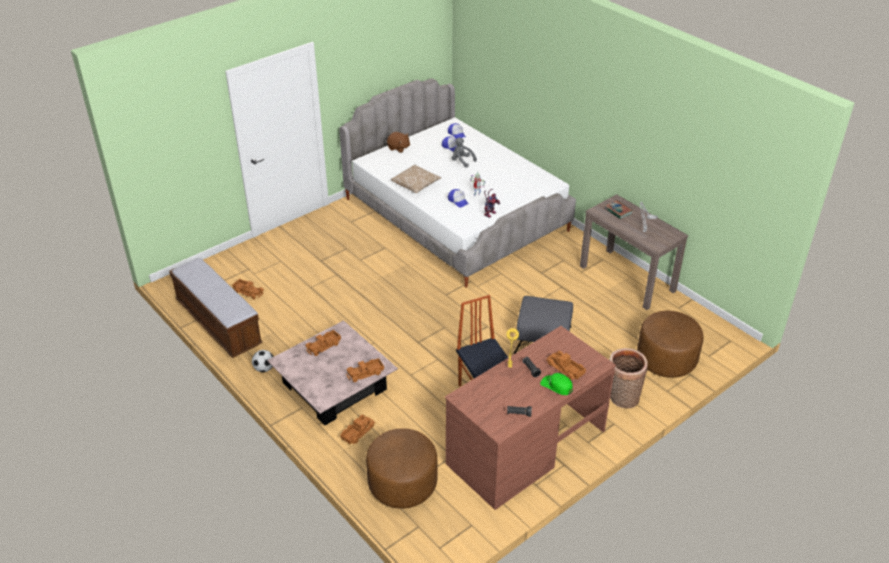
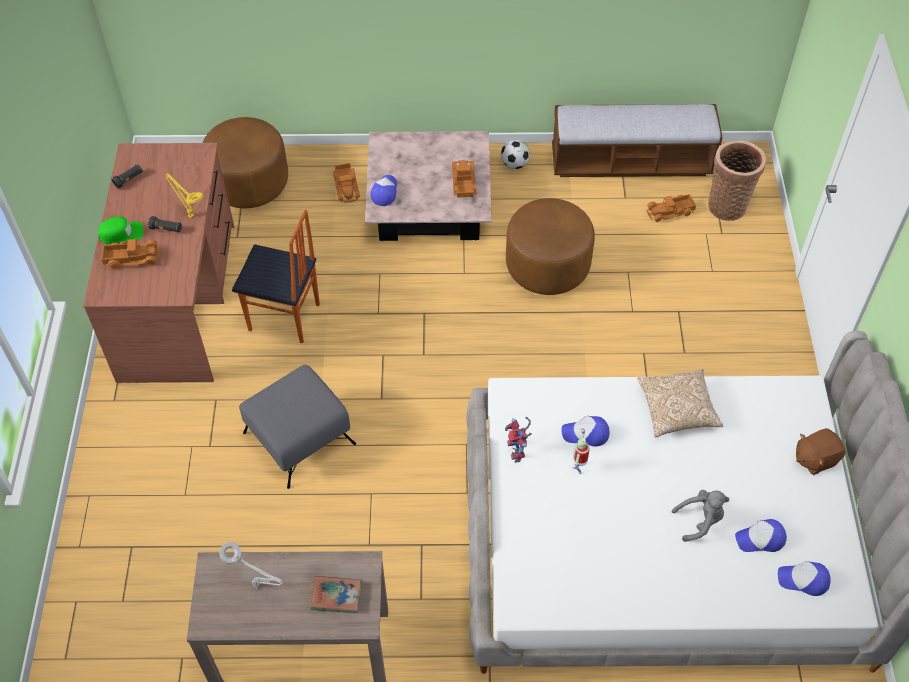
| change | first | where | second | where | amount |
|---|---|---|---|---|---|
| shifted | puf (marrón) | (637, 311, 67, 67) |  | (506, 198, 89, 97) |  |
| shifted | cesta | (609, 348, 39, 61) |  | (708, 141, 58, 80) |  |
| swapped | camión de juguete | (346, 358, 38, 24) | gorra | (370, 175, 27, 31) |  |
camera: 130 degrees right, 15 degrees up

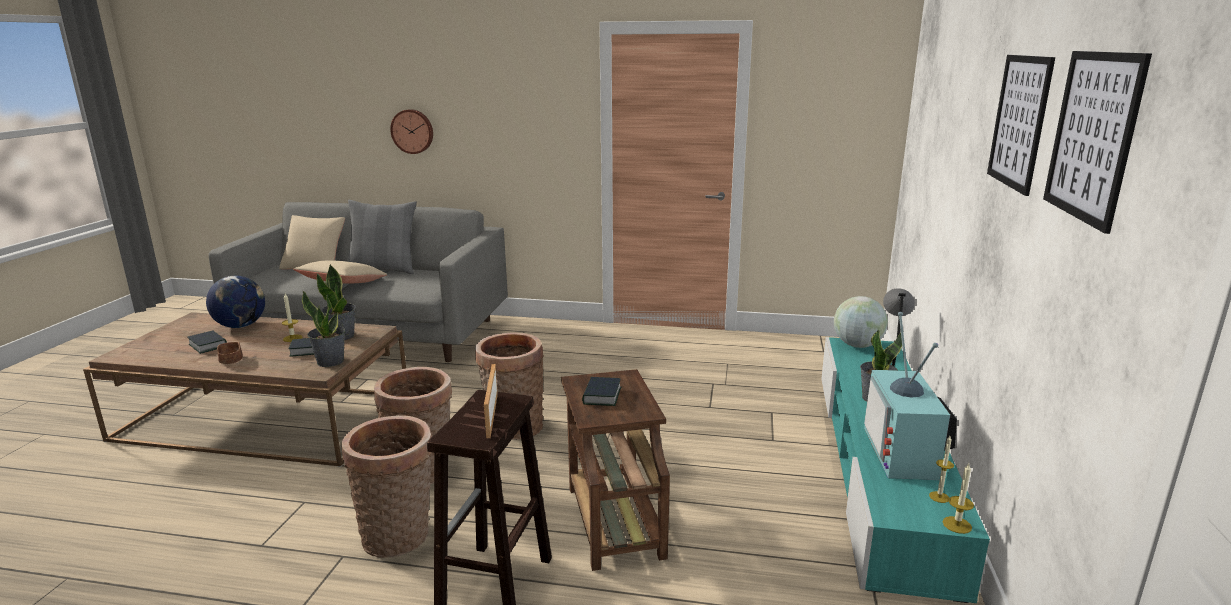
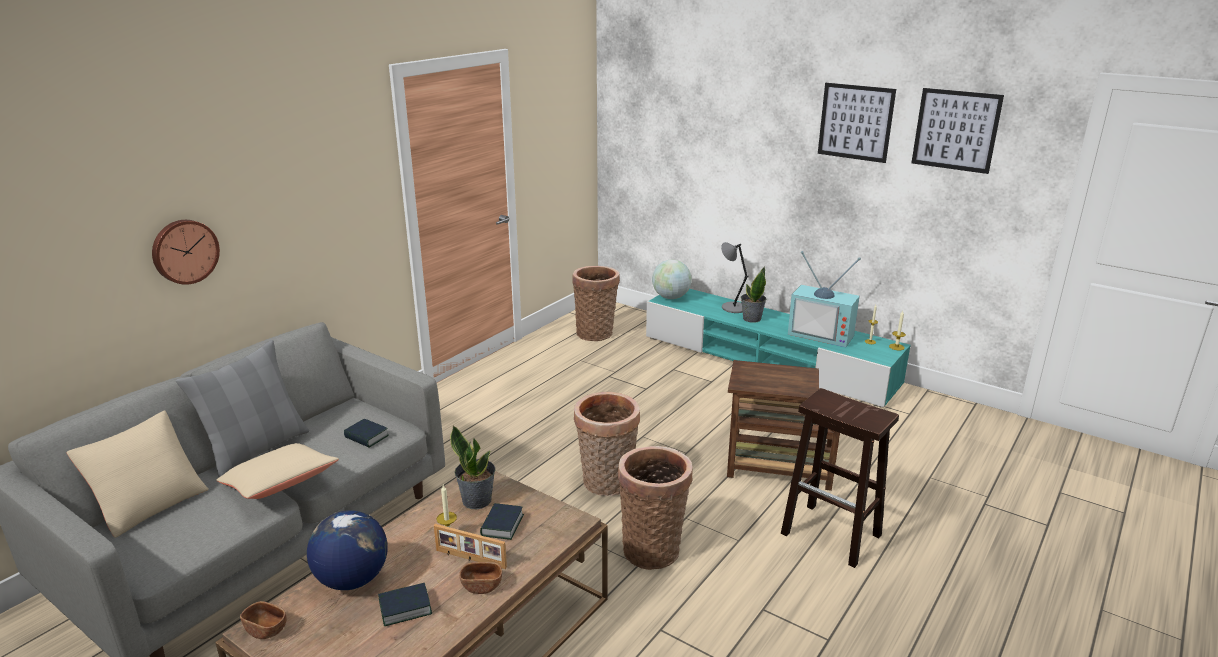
| change | first | where | second | where | amount |
|---|---|---|---|---|---|
| gone | planta en maceta | (302, 291, 43, 76) |  |  |  |
| shifted | portarretratos | (484, 364, 14, 74) |  | (434, 524, 73, 45) |  |
| shifted | libro | (582, 377, 39, 29) |  | (344, 419, 45, 29) |  |
| shifted | cesta | (342, 415, 90, 143) |  | (572, 266, 48, 75) |  |
| new |  |  | cuenco (marrón) | (240, 601, 46, 38) |  |
camera: 65 degrees left, 5 degrees up

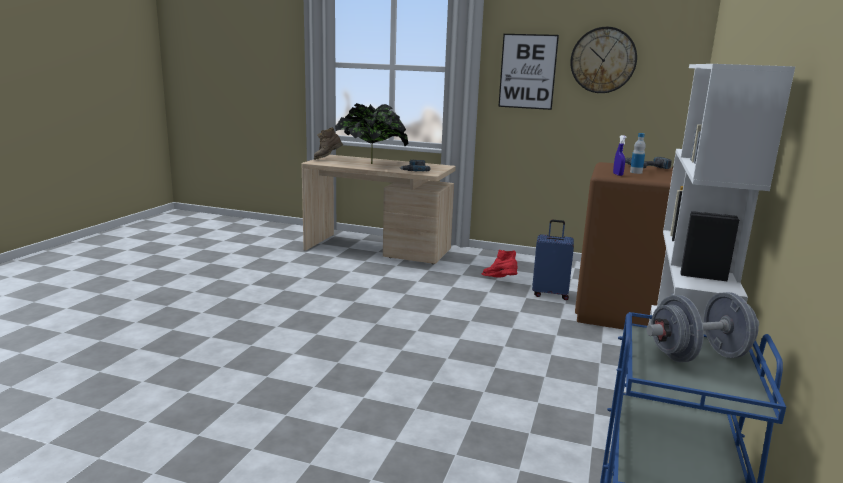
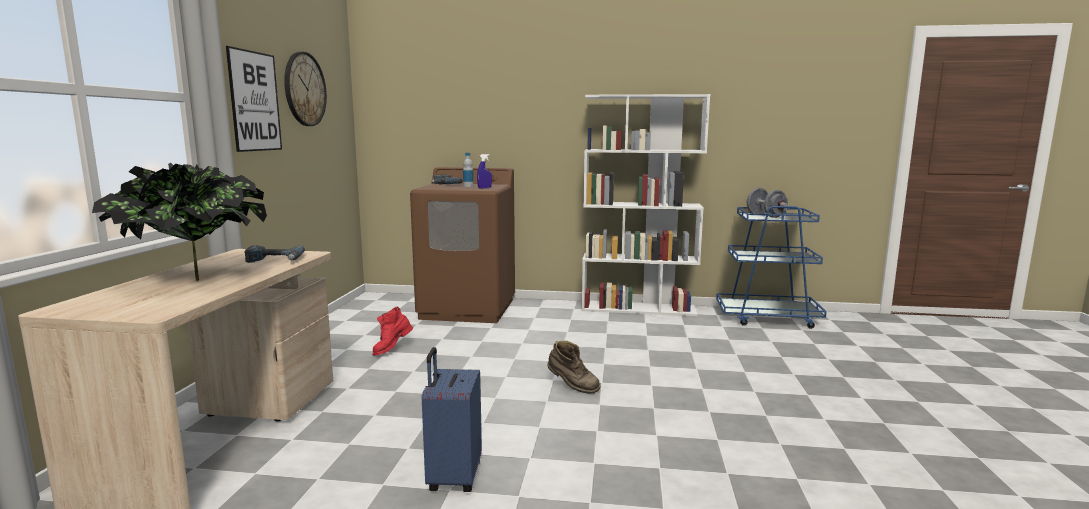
| change | first | where | second | where | amount |
|---|---|---|---|---|---|
| shifted | bota (marrón) | (314, 127, 29, 33) |  | (547, 341, 54, 53) |  |
| shifted | maleta (azul) | (532, 220, 42, 80) |  | (422, 347, 60, 145) |  |
camera: 100 degrees left, 5 degrees down

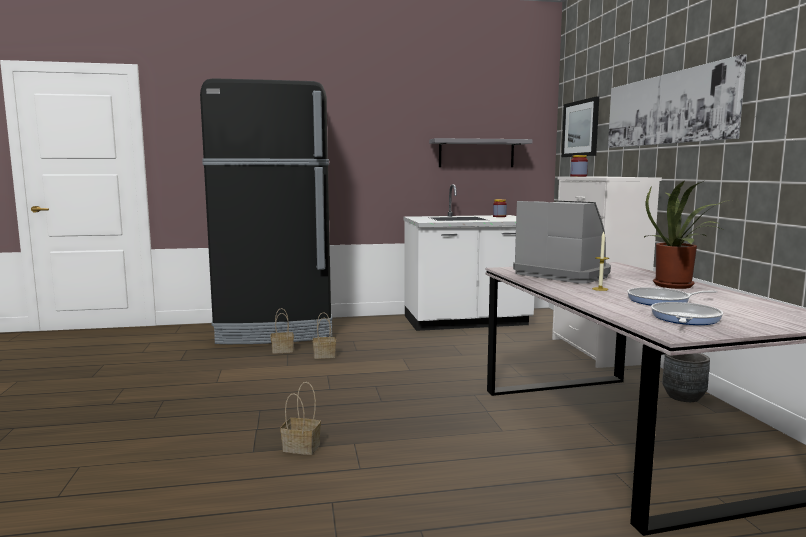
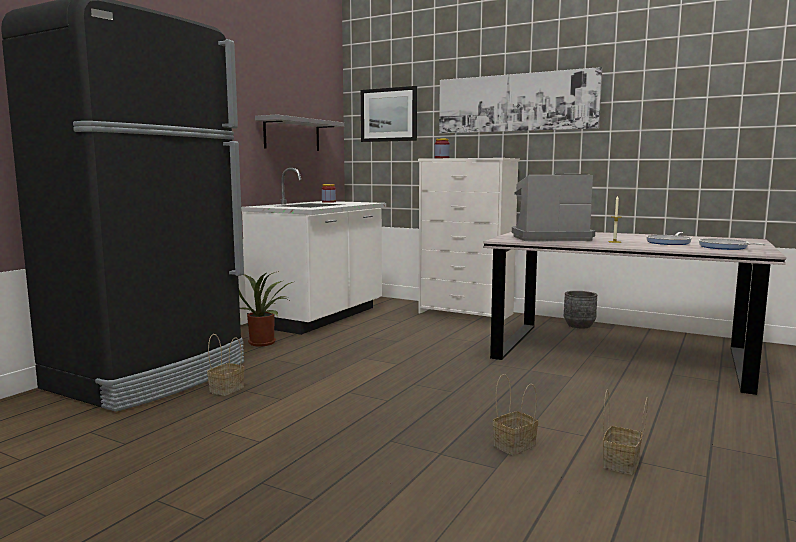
| change | first | where | second | where | amount |
|---|---|---|---|---|---|
| shifted | planta en maceta | (644, 181, 86, 108) |  | (239, 271, 54, 75) |  |
| shifted | cesta | (313, 312, 23, 47) |  | (603, 390, 45, 85) |  |
camera: 50 degrees left, 0 degrees up

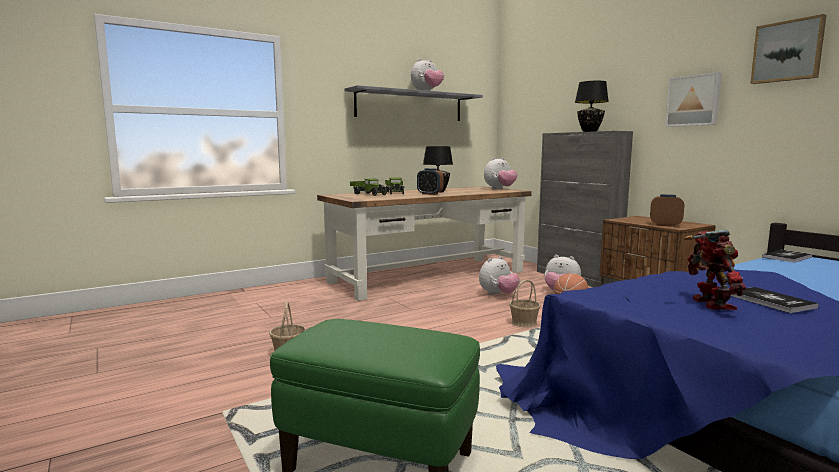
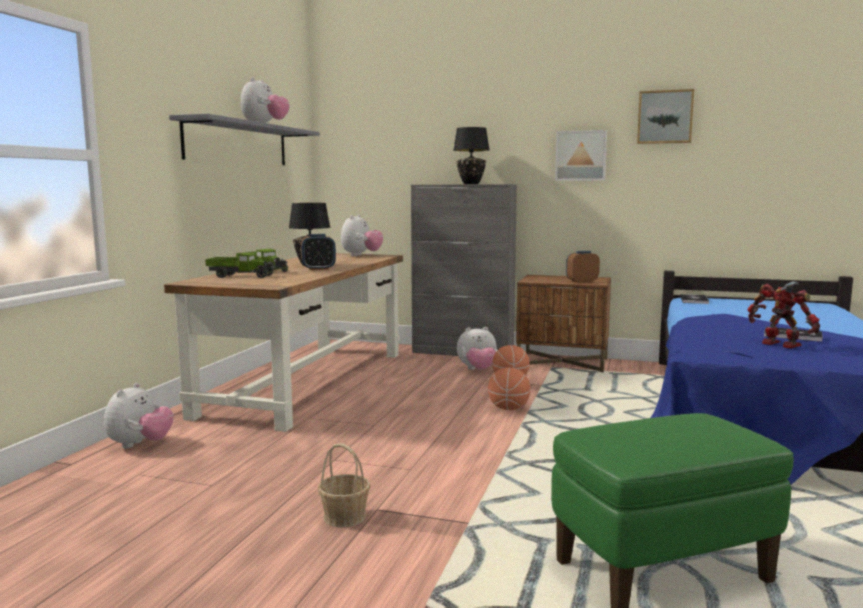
| change | first | where | second | where | amount |
|---|---|---|---|---|---|
| shifted | peluche | (479, 256, 41, 39) |  | (104, 383, 69, 66) |  |
| swapped | cesta | (509, 279, 32, 49) | balón de baloncesto | (488, 368, 42, 42) |  |
camera: 40 degrees left, 0 degrees up

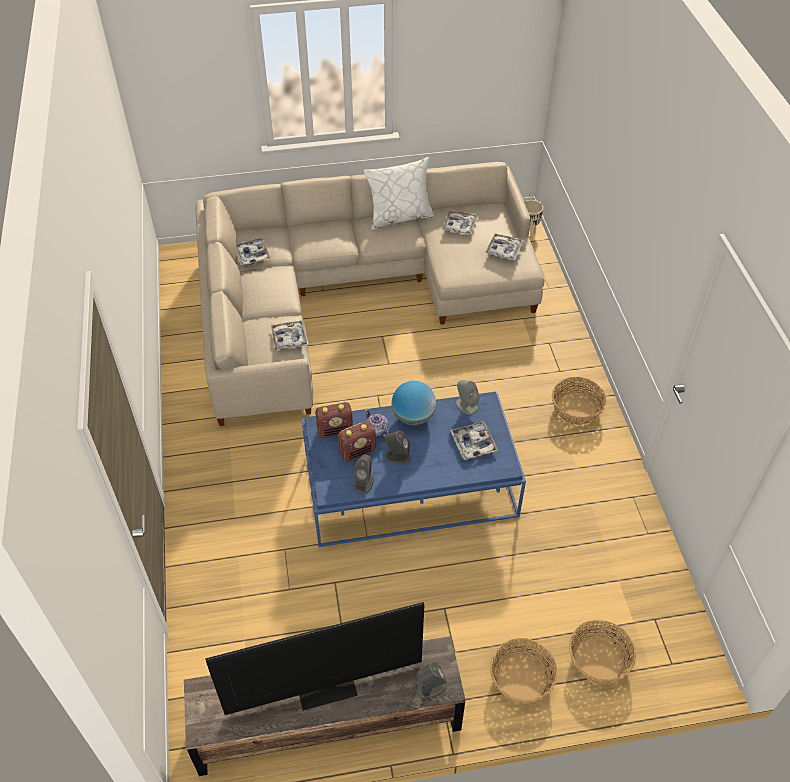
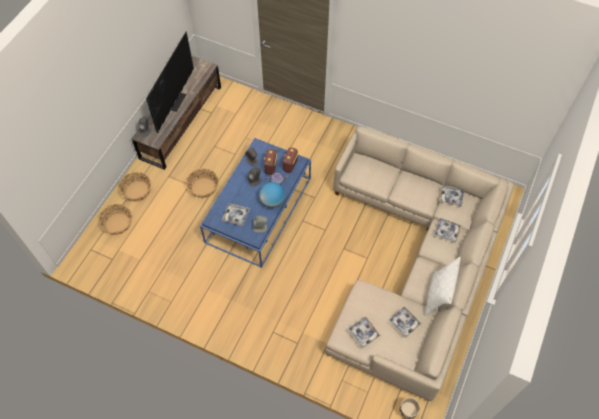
| change | first | where | second | where | amount |
|---|---|---|---|---|---|
| shifted | bandeja | (271, 320, 38, 30) |  | (434, 218, 28, 25) |  |
| shifted | cesta | (552, 377, 54, 48) |  | (186, 169, 32, 29) |  |
camera: 125 degrees right, 10 degrees up

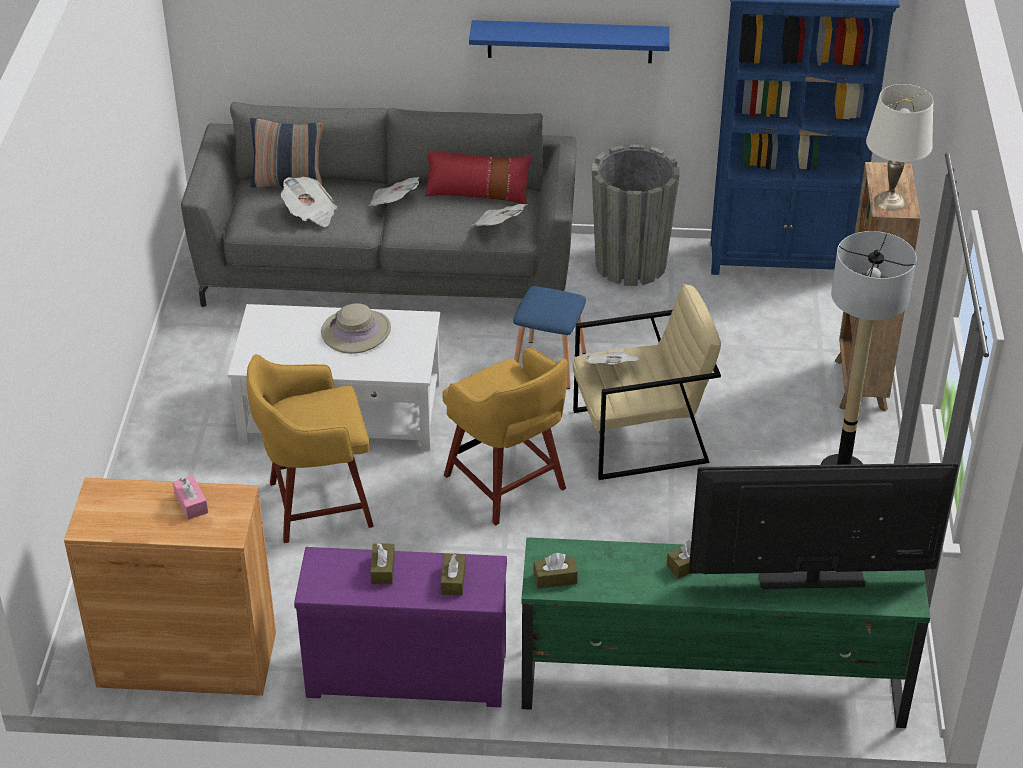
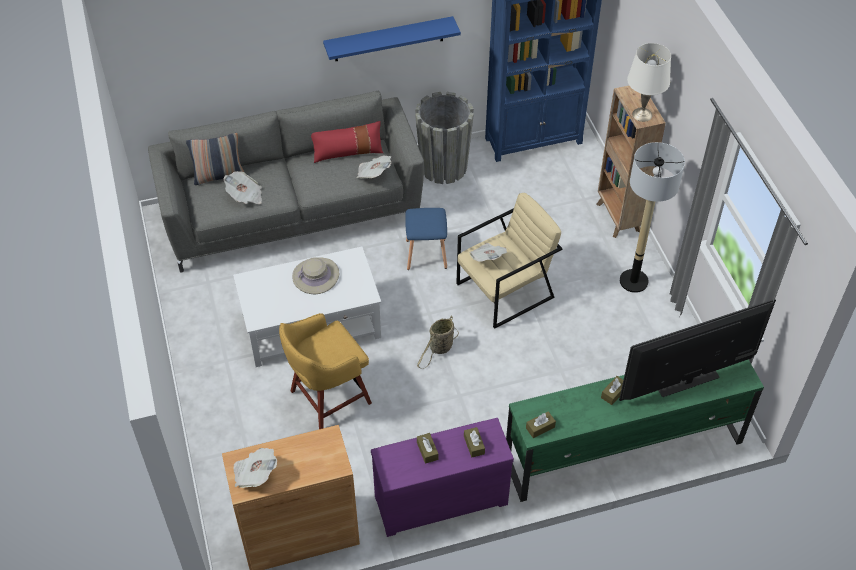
| change | first | where | second | where | amount |
|---|---|---|---|---|---|
| shifted | periódico | (368, 177, 52, 29) |  | (233, 448, 44, 40) |  |
| swapped | taburete (amarillo) | (442, 347, 126, 179) | cesta | (417, 315, 42, 54) |  |
| gone | caja de pañuelos (rosa) | (173, 475, 35, 45) |  |  |  |
camera: 20 degrees left, 10 degrees up

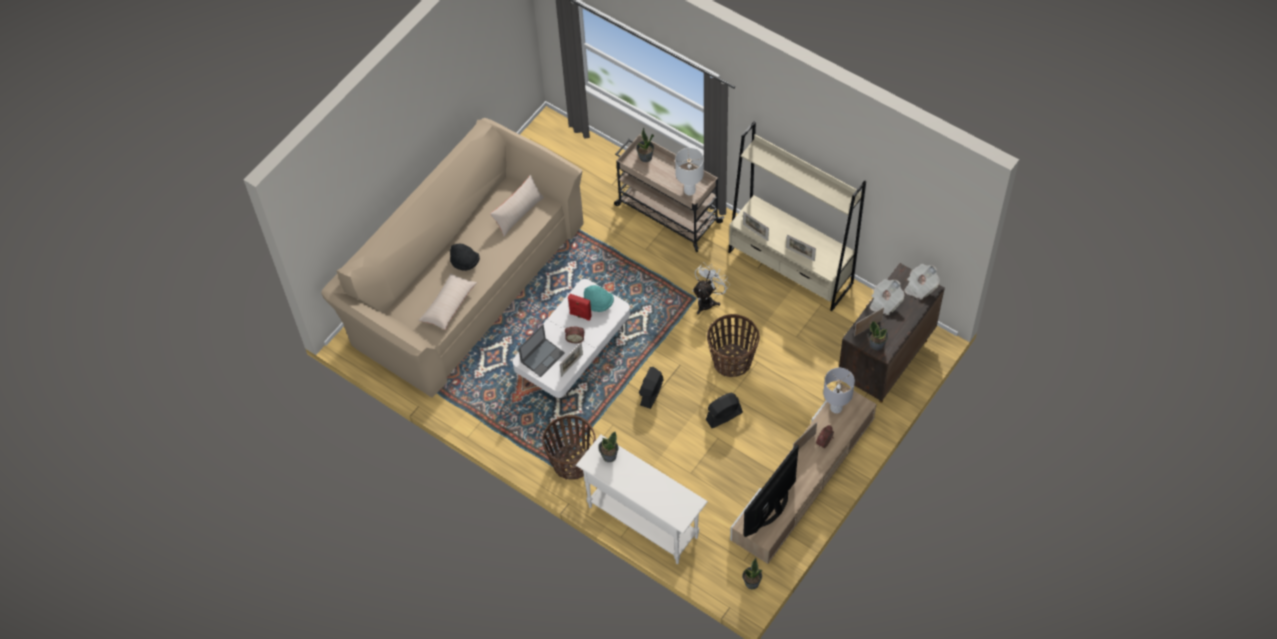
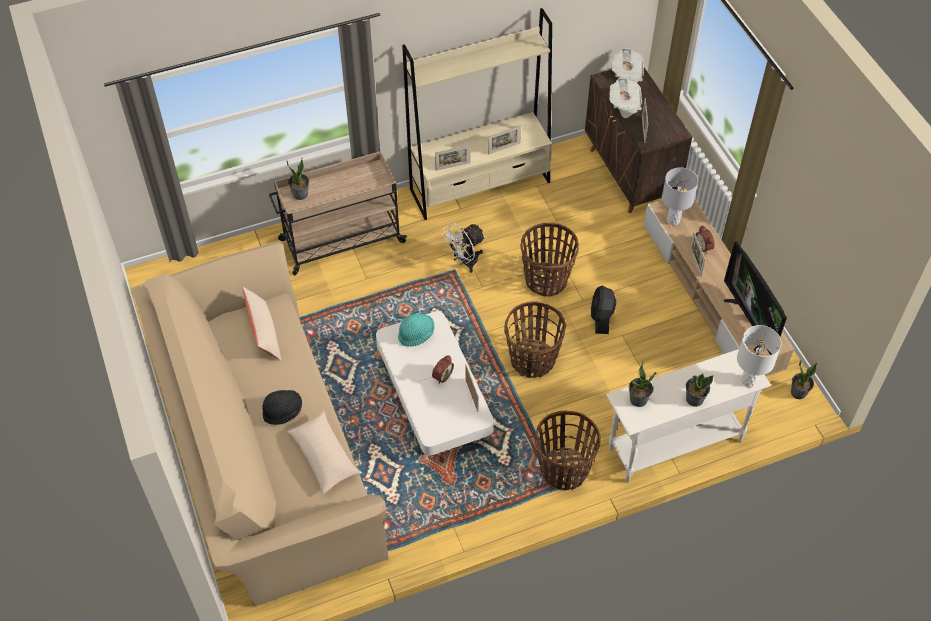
| change | first | where | second | where | amount |
|---|---|---|---|---|---|
| shifted | lámpara de mesa (blanco) | (675, 148, 29, 47) |  | (737, 325, 45, 63) |  |
| rotated | ventilador (blanco) | (692, 263, 38, 52) |  | (441, 223, 44, 50) | 105 degrees counterclockwise |
| gone | altavoz (rojo) | (568, 294, 24, 27) |  |  |  |
| shifted | planta en maceta | (869, 321, 19, 30) |  | (686, 373, 28, 34) |  |
| gone | portátil | (518, 324, 47, 53) |  |  |  |
| swapped | ventilador (negro) | (639, 367, 25, 42) | cesta | (504, 301, 62, 77) |  |
camera: 60 degrees left, 5 degrees down

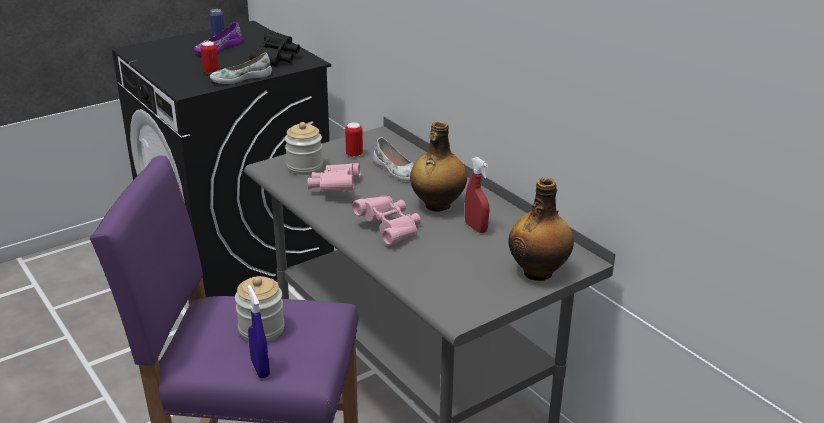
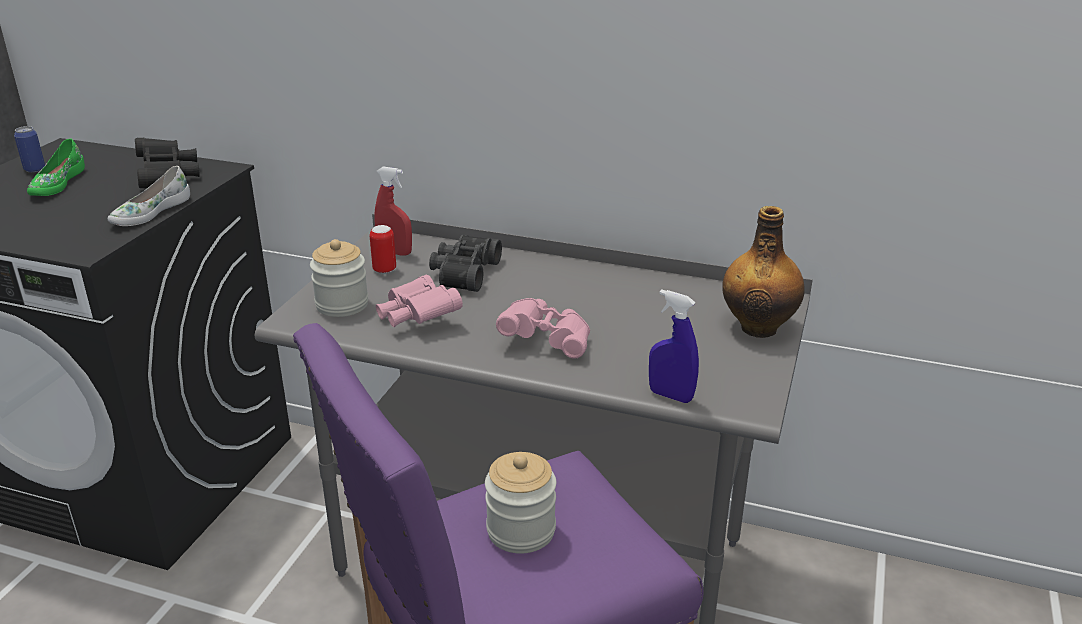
| change | first | where | second | where | amount |
|---|---|---|---|---|---|
| repainted | zapato (morado) | (194, 22, 48, 32) | zapato (verde) | (27, 139, 58, 57) |  |
| gone | lata | (201, 42, 18, 32) |  |  |  |
| gone | botella | (410, 121, 57, 91) |  |  |  |
| swapped | zapato (blanco) | (373, 137, 41, 45) | prismáticos (negro) | (429, 235, 73, 57) |  |
| shifted | pulverizador (rojo) | (465, 157, 24, 76) |  | (374, 166, 38, 90) |  |
| shifted | pulverizador (azul) | (247, 285, 23, 93) |  | (649, 289, 50, 114) |  |
camera: 35 degrees left, 0 degrees up

